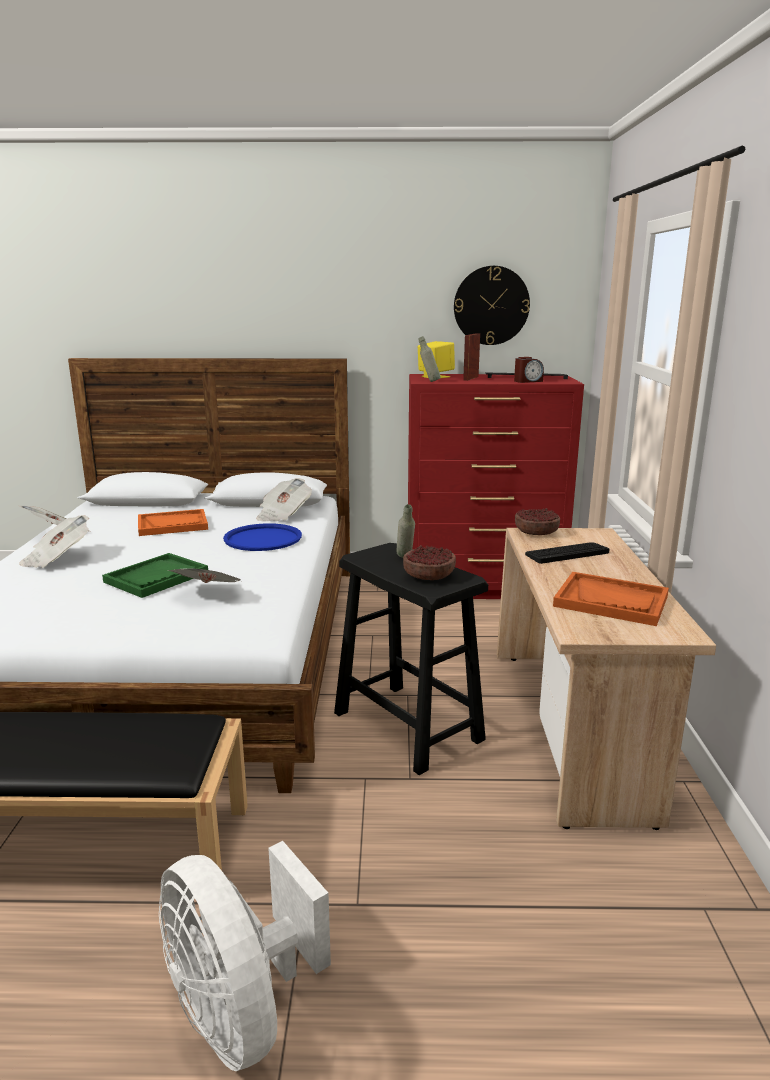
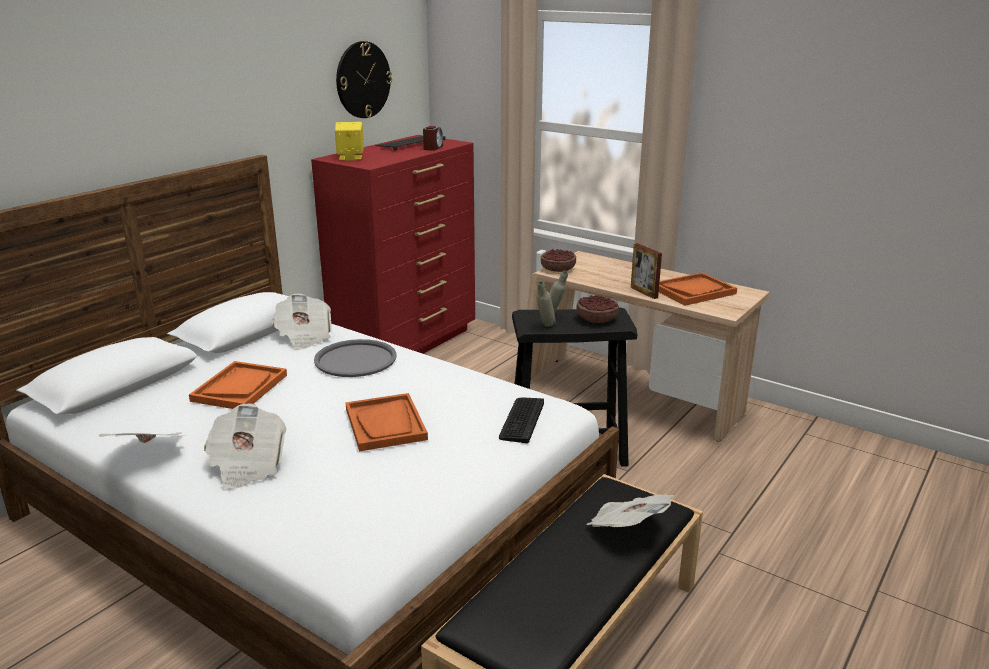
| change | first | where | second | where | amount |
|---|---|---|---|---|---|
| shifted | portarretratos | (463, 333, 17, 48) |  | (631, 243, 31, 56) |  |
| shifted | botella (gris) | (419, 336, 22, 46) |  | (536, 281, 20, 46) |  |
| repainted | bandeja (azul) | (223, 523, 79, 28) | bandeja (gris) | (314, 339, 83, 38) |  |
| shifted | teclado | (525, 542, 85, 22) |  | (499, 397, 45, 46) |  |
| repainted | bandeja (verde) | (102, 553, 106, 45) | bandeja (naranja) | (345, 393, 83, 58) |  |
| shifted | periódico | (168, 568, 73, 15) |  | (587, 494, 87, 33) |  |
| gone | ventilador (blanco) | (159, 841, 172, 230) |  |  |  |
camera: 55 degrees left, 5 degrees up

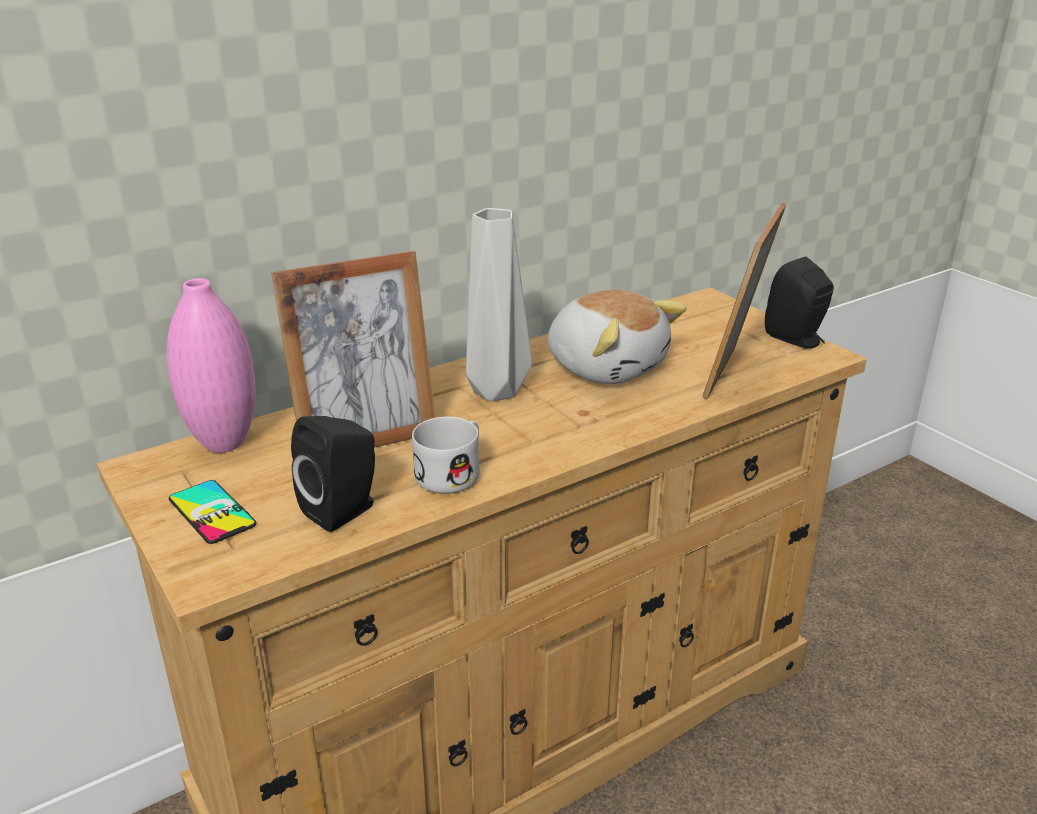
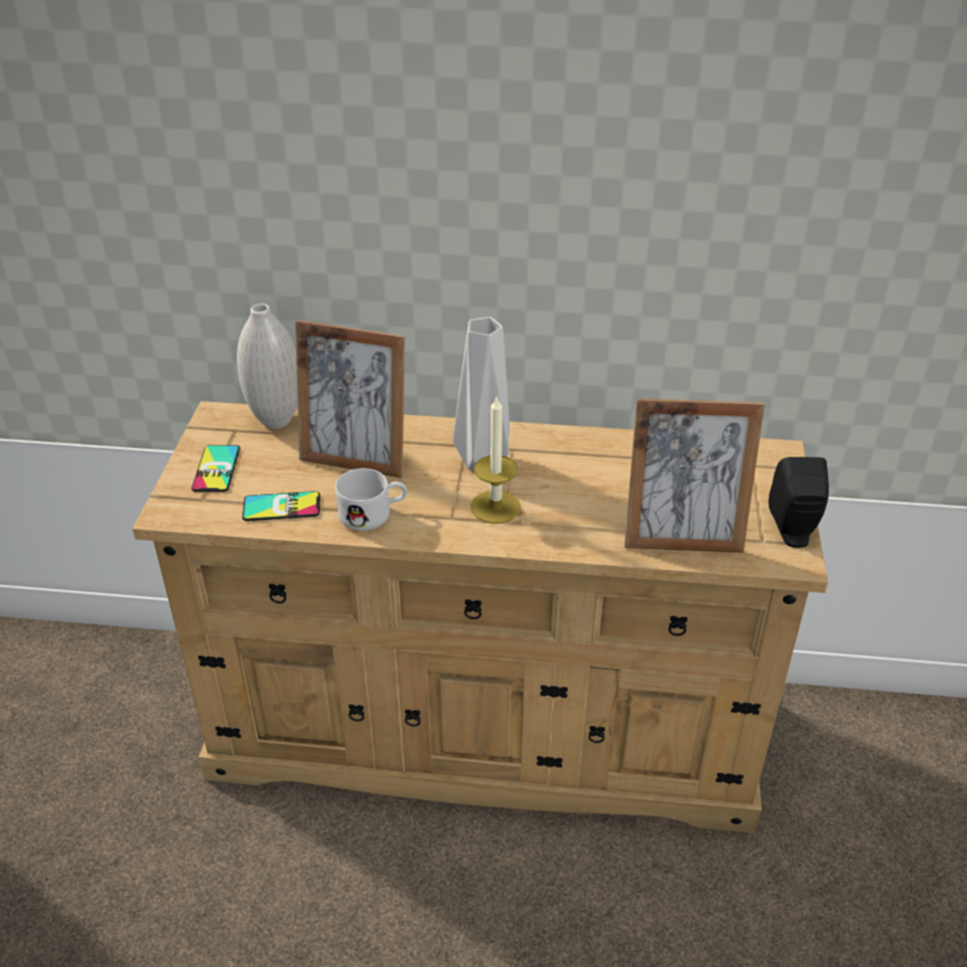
| change | first | where | second | where | amount |
|---|---|---|---|---|---|
| rotated | portarretratos | (703, 203, 83, 196) |  | (624, 398, 141, 155) | 150 degrees counterclockwise |
| repainted | florero (rosa) | (167, 278, 89, 175) | florero (blanco) | (237, 304, 61, 125) |  |
| gone | peluche | (548, 290, 139, 94) |  |  |  |
| swapped | altavoz (negro) | (291, 416, 84, 116) | móvil | (242, 491, 78, 30) |  |
| new |  |  | vela | (470, 395, 51, 129) |  |
camera: 40 degrees right, 10 degrees up

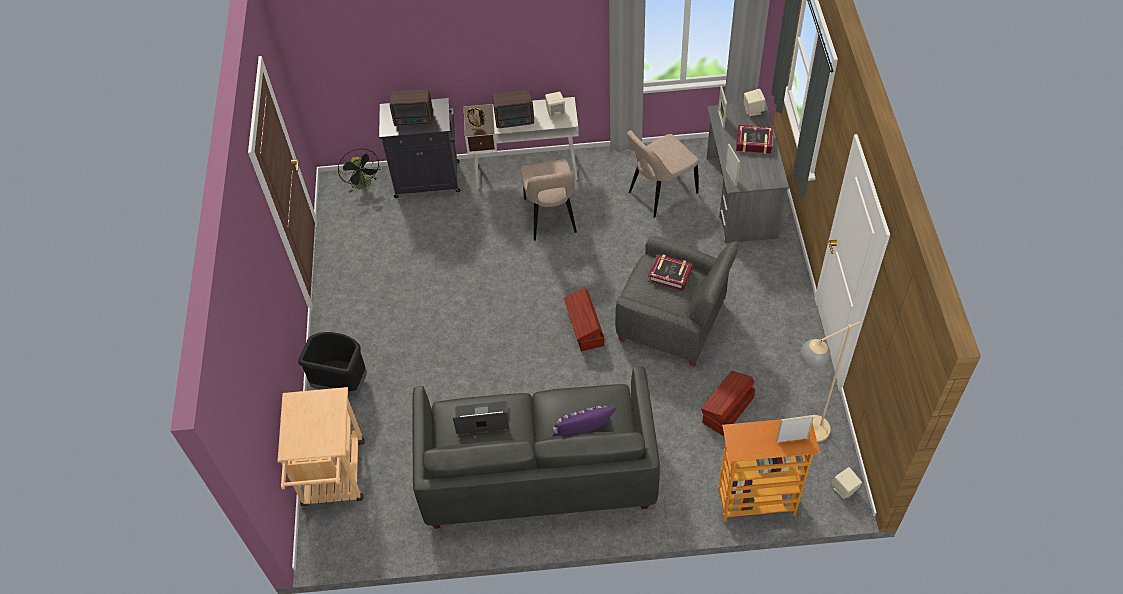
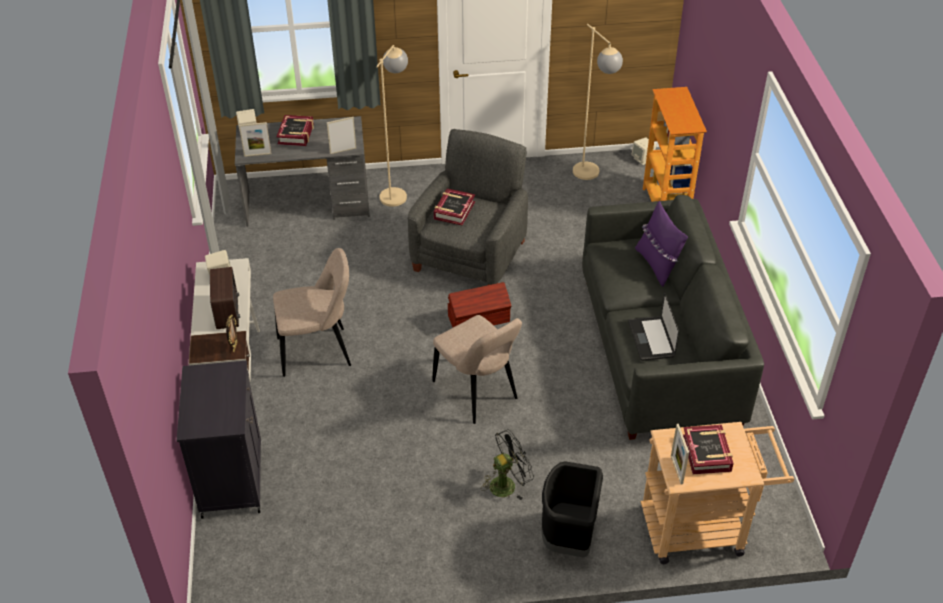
| change | first | where | second | where | amount |
|---|---|---|---|---|---|
| gone | radio | (390, 90, 43, 36) |  |  |  |
| shifted | silla (beis) | (627, 130, 72, 88) |  | (432, 315, 90, 109) |  |
| shifted | ventilador (negro) | (338, 149, 43, 44) |  | (481, 429, 53, 71) |  |
| gone | caja de almacenaje (marrón) | (701, 371, 54, 65) |  |  |  |
| shifted | portarretratos | (776, 415, 38, 28) |  | (671, 424, 18, 60) |  |
| new |  |  | lámpara de pie (beis) | (376, 45, 32, 162) |  |
| new |  |  | libro | (683, 425, 51, 49) |  |
camera: 95 degrees left, 10 degrees down

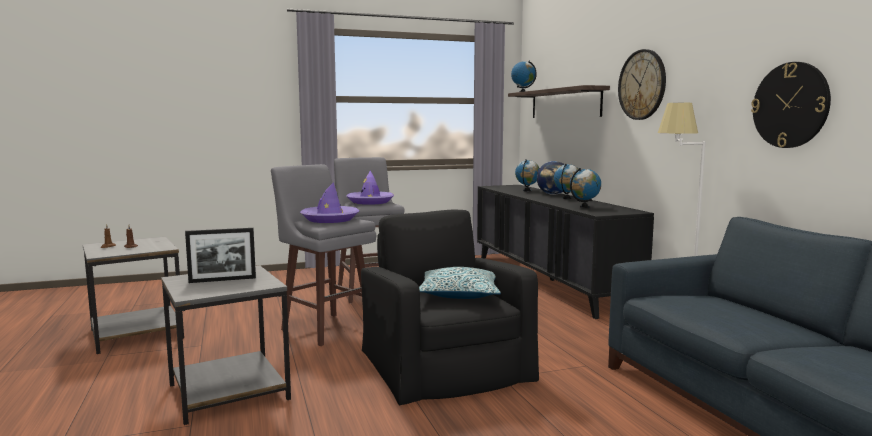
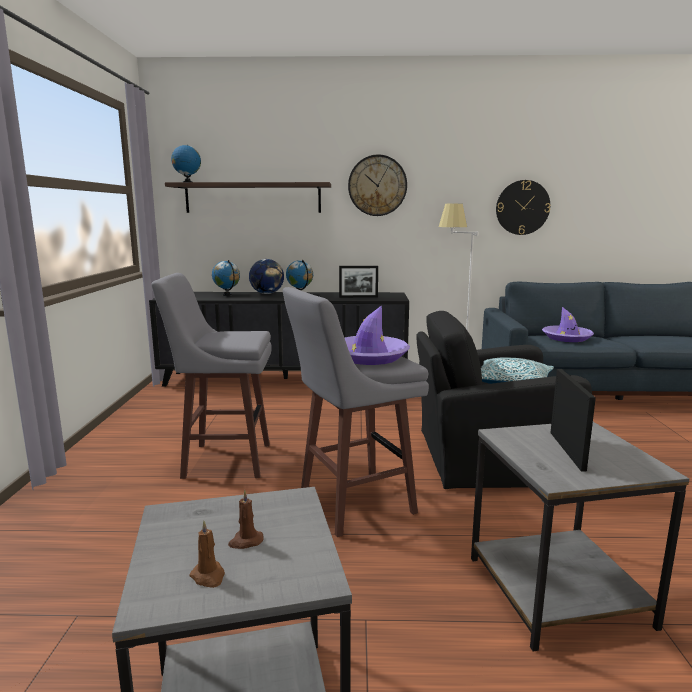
| change | first | where | second | where | amount |
|---|---|---|---|---|---|
| swapped | globo terráqueo | (570, 168, 31, 40) | portarretratos | (339, 266, 39, 32) |  |
| shifted | sombrero (morado) | (346, 171, 48, 34) |  | (542, 307, 52, 35) |  |
camera: 70 degrees left, 5 degrees up

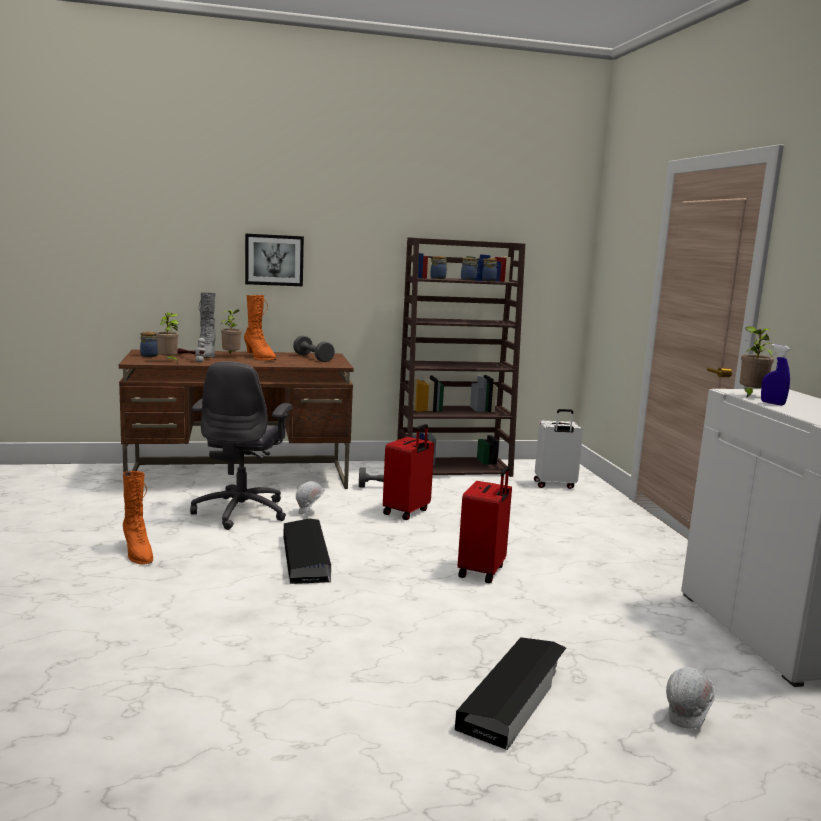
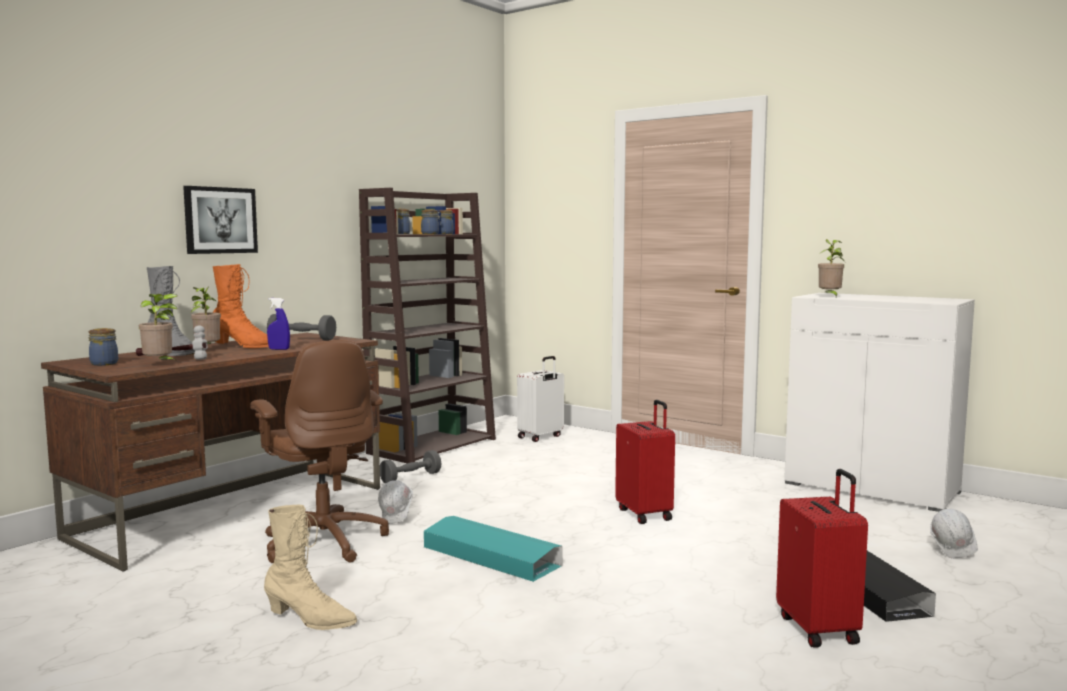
| change | first | where | second | where | amount |
|---|---|---|---|---|---|
| shifted | pulverizador (azul) | (761, 344, 29, 61) |  | (267, 298, 23, 52) |  |
| repainted | silla de oficina (gris) | (190, 361, 103, 169) | silla de oficina (marrón) | (250, 340, 139, 223) |  |
| shifted | maleta (rojo) | (383, 424, 51, 96) |  | (776, 469, 92, 179) |  |
| repainted | bota (naranja) | (123, 471, 30, 94) | bota (beis) | (264, 505, 93, 125) |  |
| repainted | caja de almacenaje (negro) | (283, 518, 48, 66) | caja de almacenaje (turquesa) | (424, 516, 138, 66) |  |
camera: 40 degrees left, 5 degrees down

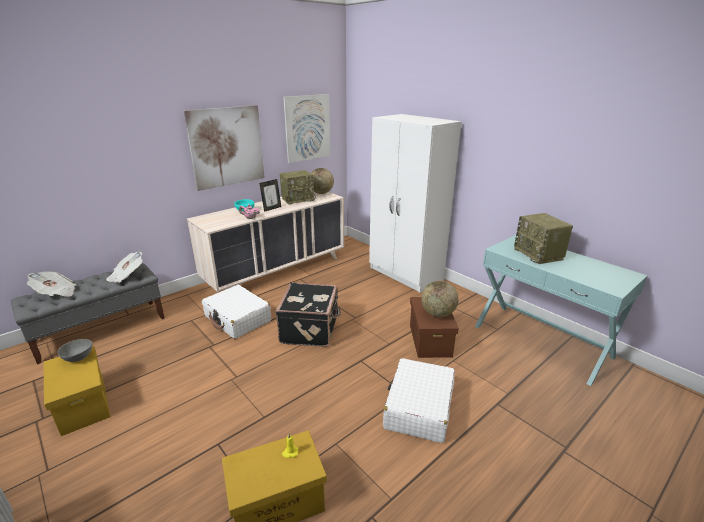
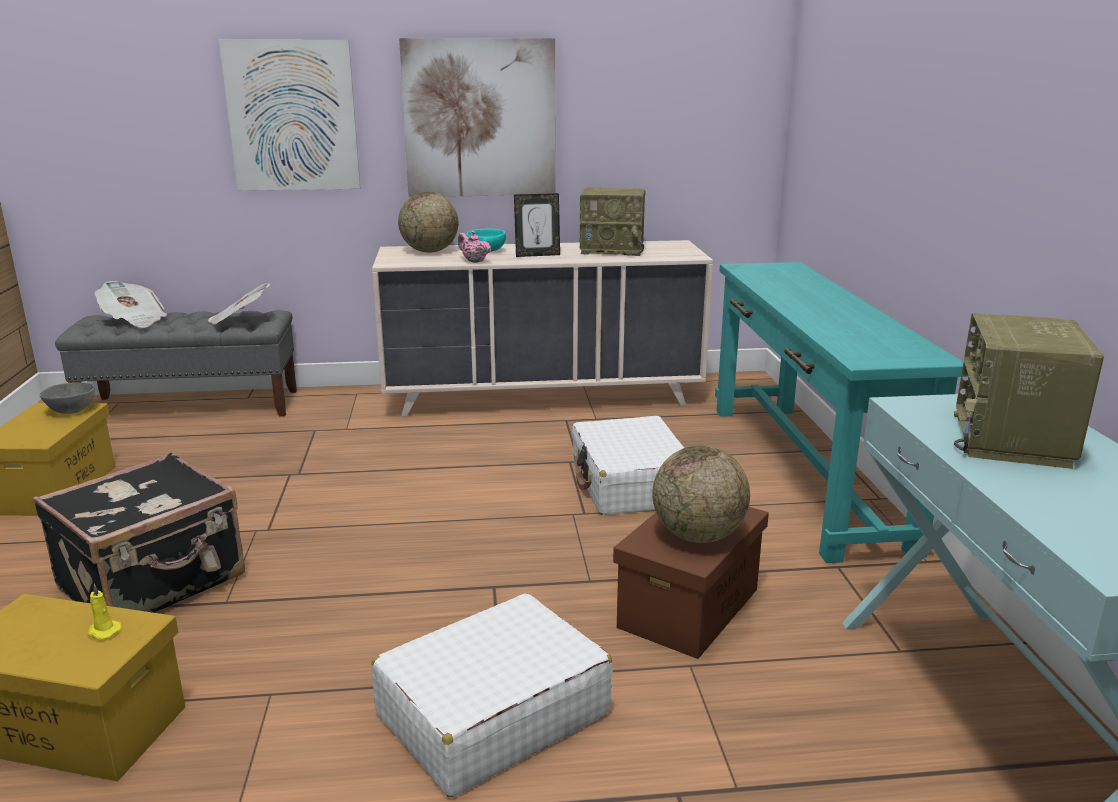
| change | first | where | second | where | amount |
|---|---|---|---|---|---|
| shifted | cuadro | (283, 94, 47, 69) |  | (219, 40, 141, 151) |  |
| swapped | armario ropero (blanco) | (369, 114, 93, 179) | mesa consola (turquesa) | (715, 262, 253, 301) |  |
| shifted | globo terráqueo | (311, 168, 23, 26) |  | (398, 192, 60, 61) |  |
| shifted | maleta (negro) | (275, 282, 66, 65) |  | (33, 453, 212, 160) |  |
| shifted | maleta (blanco) | (202, 285, 69, 54) |  | (572, 416, 112, 99) |  |
camera: 35 degrees right, 5 degrees down

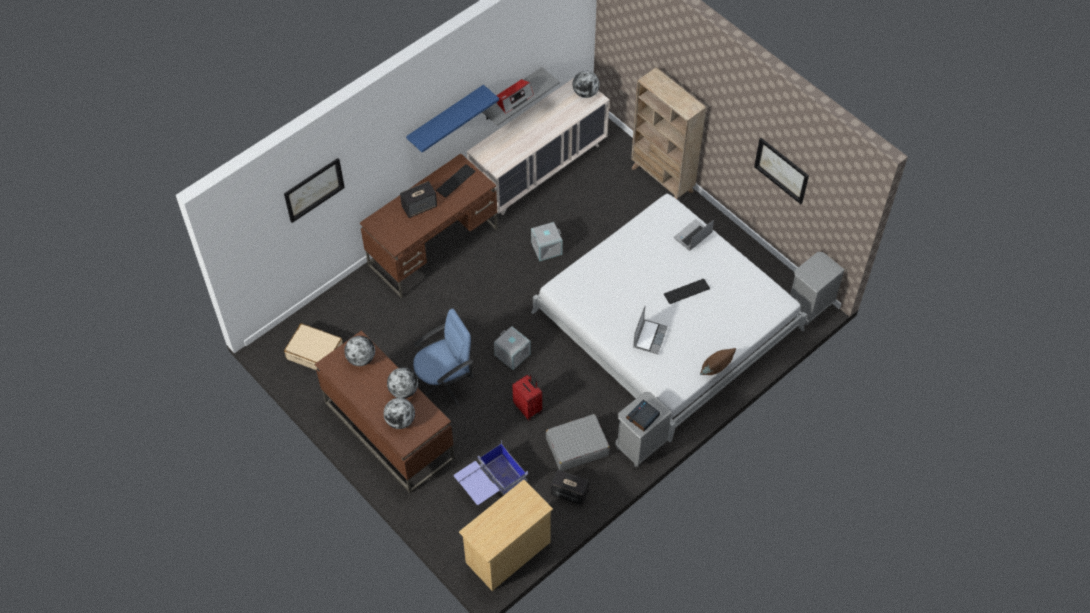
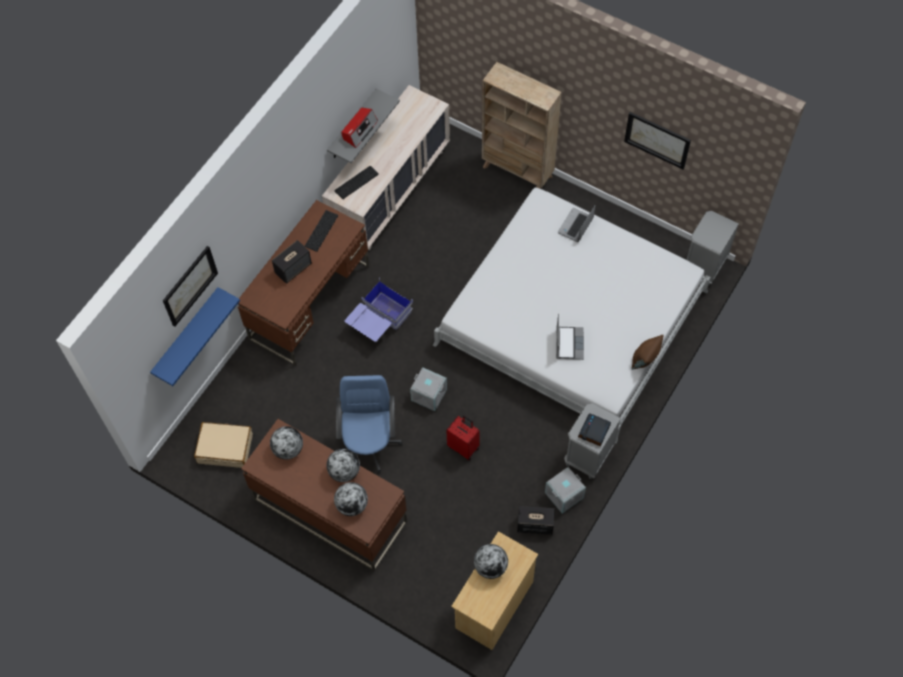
| change | first | where | second | where | amount |
|---|---|---|---|---|---|
| shifted | globo terráqueo | (573, 71, 27, 27) |  | (474, 544, 34, 35) |  |
| shifted | estante (azul) | (406, 85, 93, 67) |  | (150, 287, 90, 99) |  |
| shifted | caja de almacenaje (gris) | (531, 222, 32, 39) |  | (545, 467, 41, 47) |  |
| shifted | teclado | (664, 279, 46, 25) |  | (334, 166, 45, 33) |  |
| rotated | silla de oficina (azul) | (413, 308, 61, 98) |  | (336, 375, 66, 98) | 45 degrees counterclockwise |
| gone | maleta (gris) | (546, 414, 64, 57) |  |  |  |
| shifted | caja de almacenaje (azul) | (454, 440, 74, 65) |  | (344, 279, 69, 63) |  |
camera: 15 degrees left, 5 degrees up

